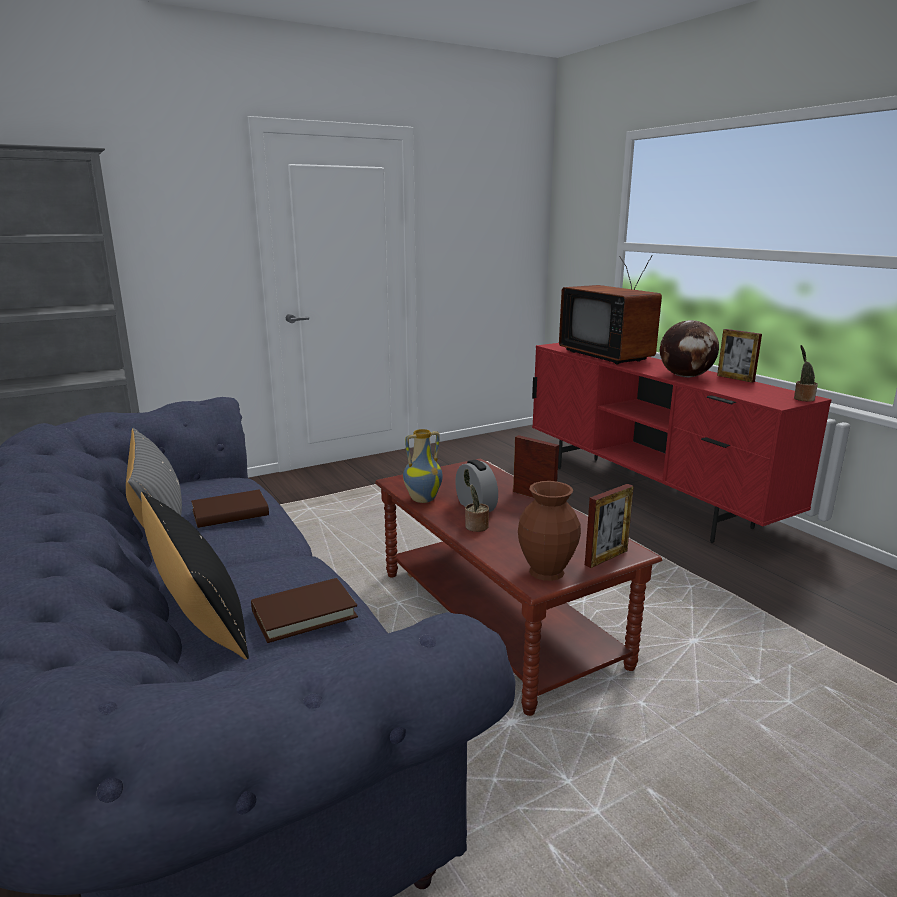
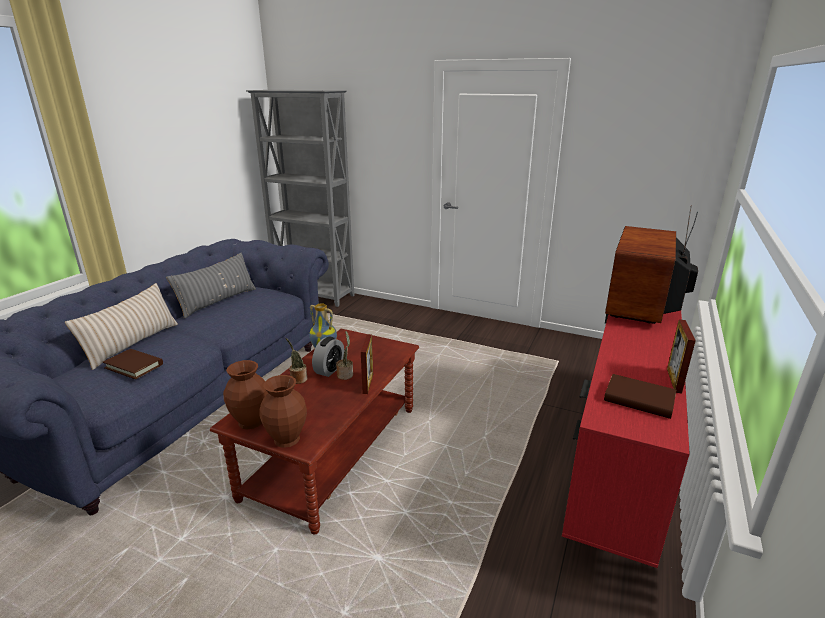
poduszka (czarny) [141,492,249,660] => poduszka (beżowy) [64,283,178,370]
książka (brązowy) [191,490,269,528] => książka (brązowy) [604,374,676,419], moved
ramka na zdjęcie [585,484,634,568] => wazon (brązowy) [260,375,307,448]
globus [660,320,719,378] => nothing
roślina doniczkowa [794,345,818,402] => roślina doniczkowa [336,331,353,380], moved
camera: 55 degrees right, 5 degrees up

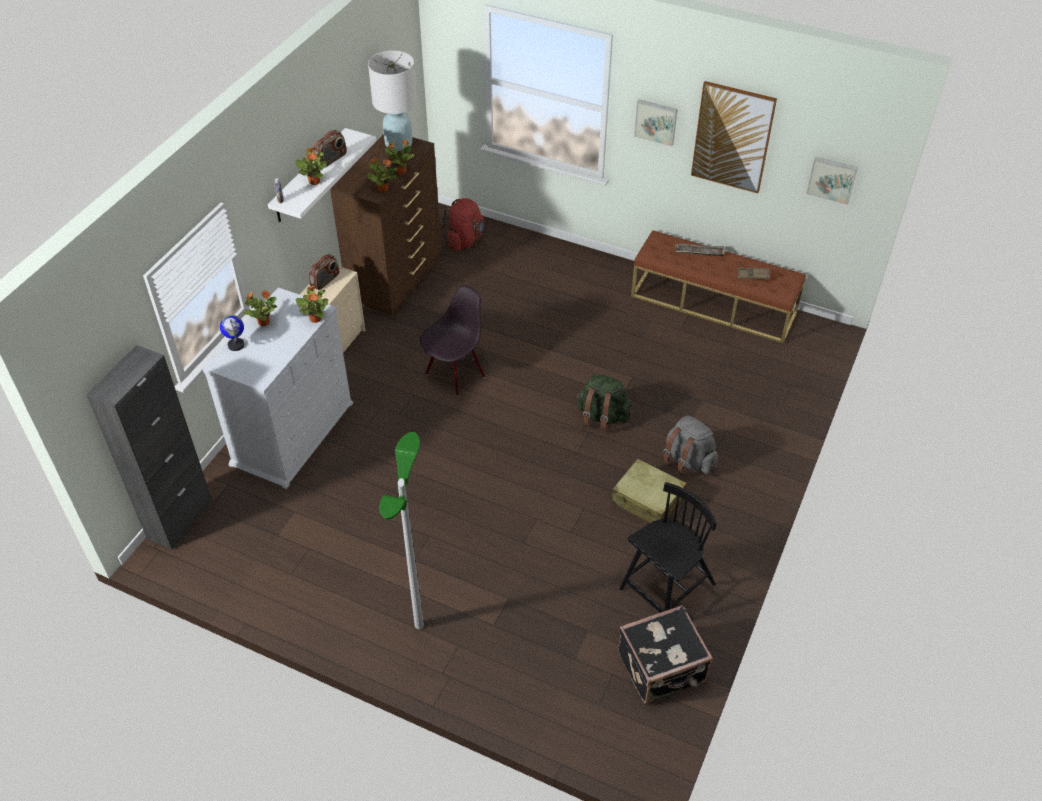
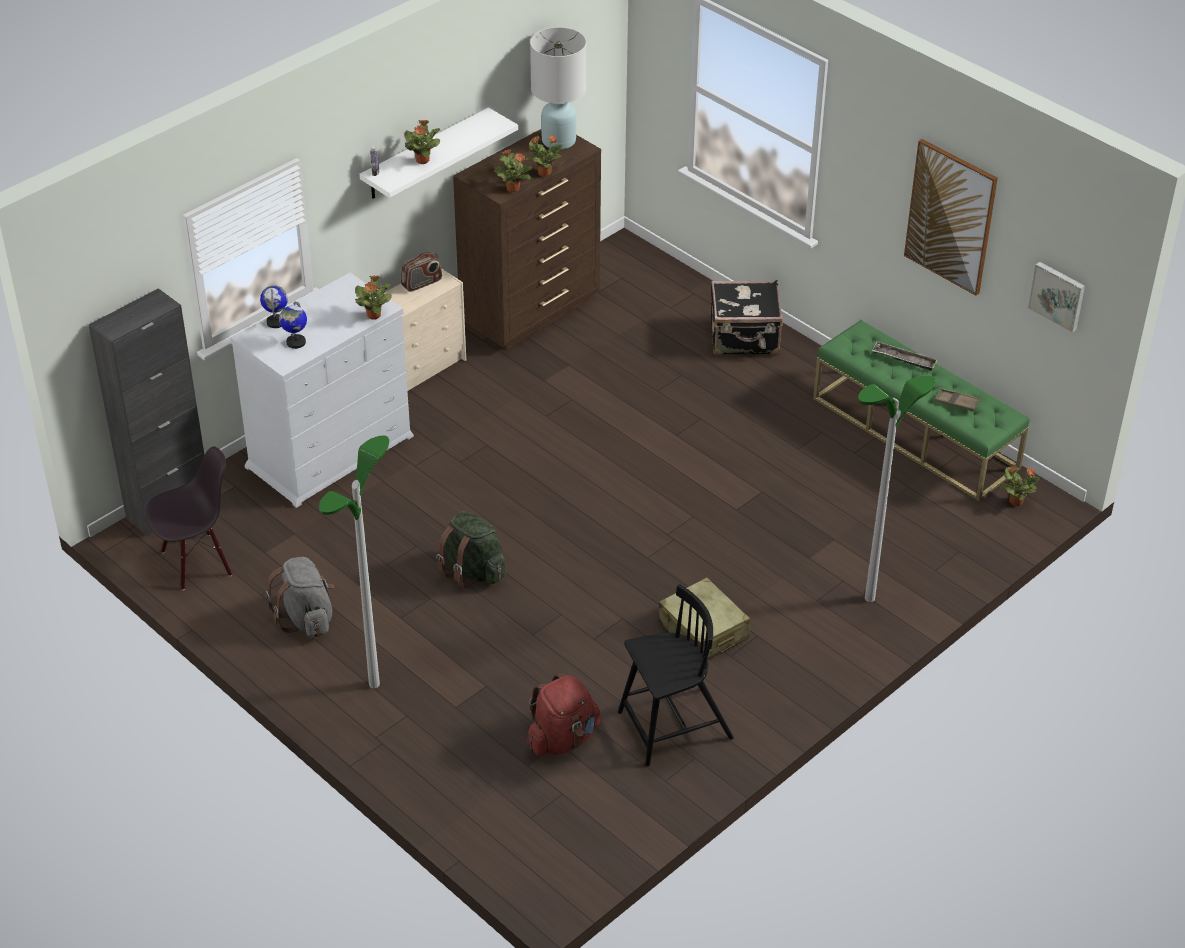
roślina doniczkowa [243,291,277,326] => roślina doniczkowa [999,465,1040,506], moved
radio [313,130,347,167] => nothing
krzesło (czarny) [420,285,486,396] => krzesło (czarny) [146,447,232,590], moved
plecak (czerwony) [441,198,484,251] => plecak (czerwony) [527,673,601,756], moved
plecak (zielony) [576,374,632,431] => plecak (zielony) [436,511,506,588], moved
walizka (czarny) [618,605,713,703] => walizka (czarny) [710,280,783,355], moved
ławka (brązowy) [631,231,806,343] => ławka (zielony) [813,320,1029,501]
obraz [634,99,678,146] => nothing
plecak (szary) [663,415,718,476] => plecak (szary) [266,557,334,638], moved
nothing => globus [279,301,307,349]
nothing => lampa stojąca [858,376,936,602]
camera: 20 degrees right, 5 degrees down

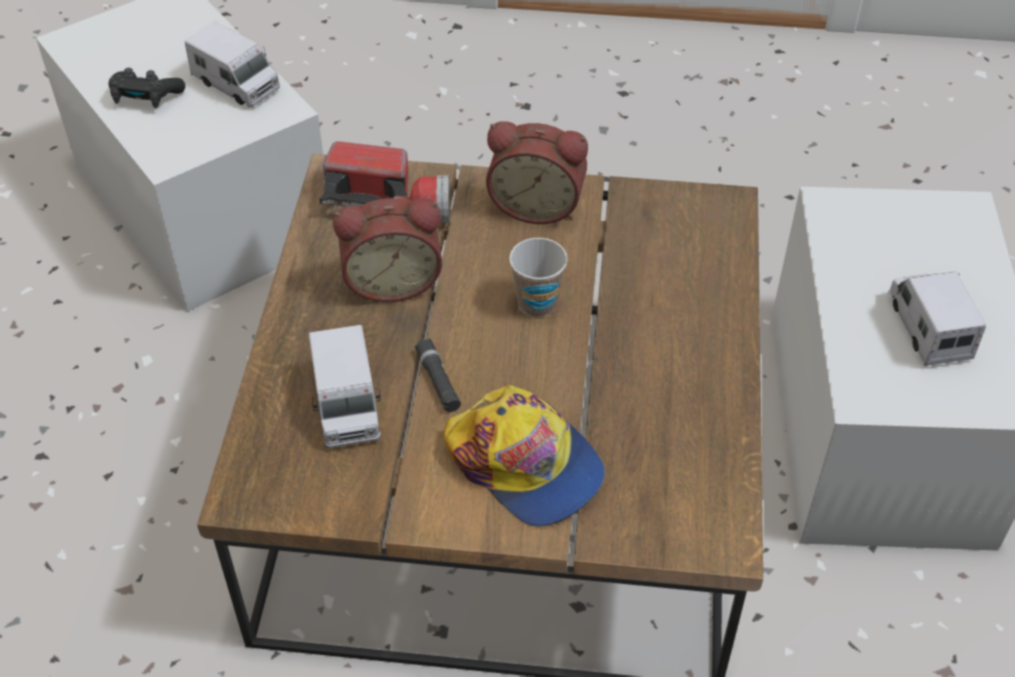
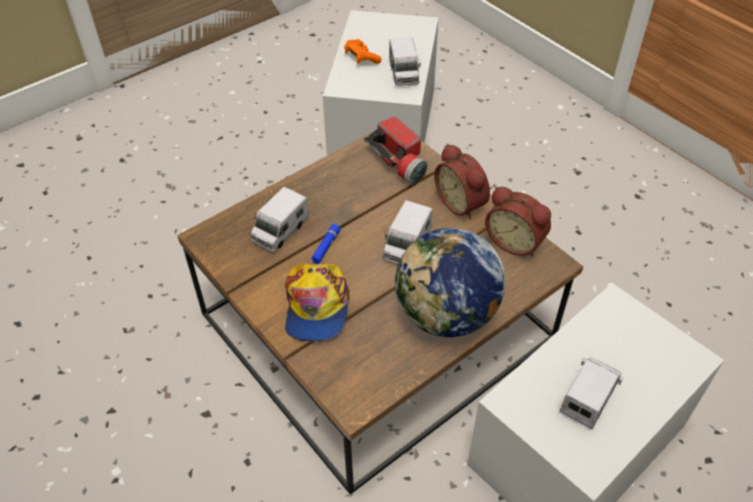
pad do gier (czarny) [109,68,185,109] => pad do gier (pomarańczowy) [344,39,381,64]
budzik [333,198,442,302] => budzik [485,187,551,257], moved
latarka (czarny) [415,338,461,412] => latarka (niebieski) [311,224,340,264]
filiżanka [509,238,568,317] => ciężarówka zabawkowa [383,200,433,264]
nothing => globus [395,228,505,337]
camera: 45 degrees right, 0 degrees up

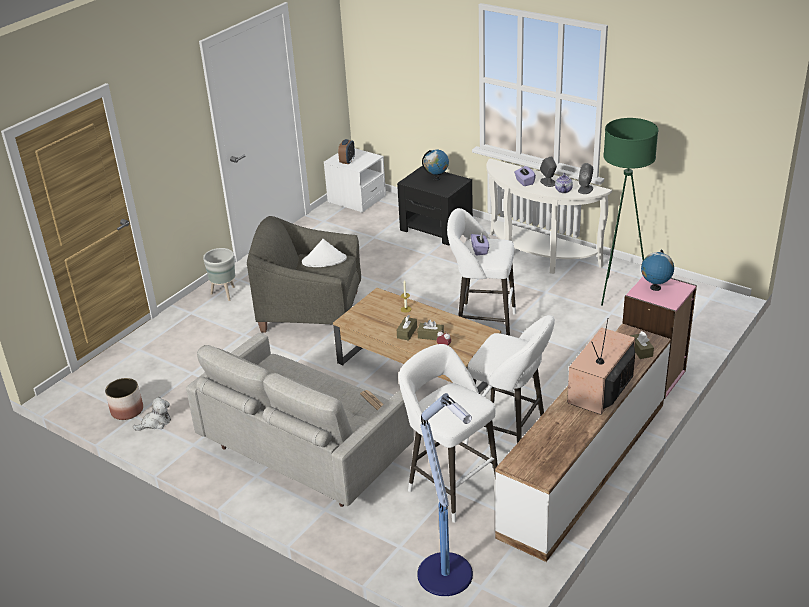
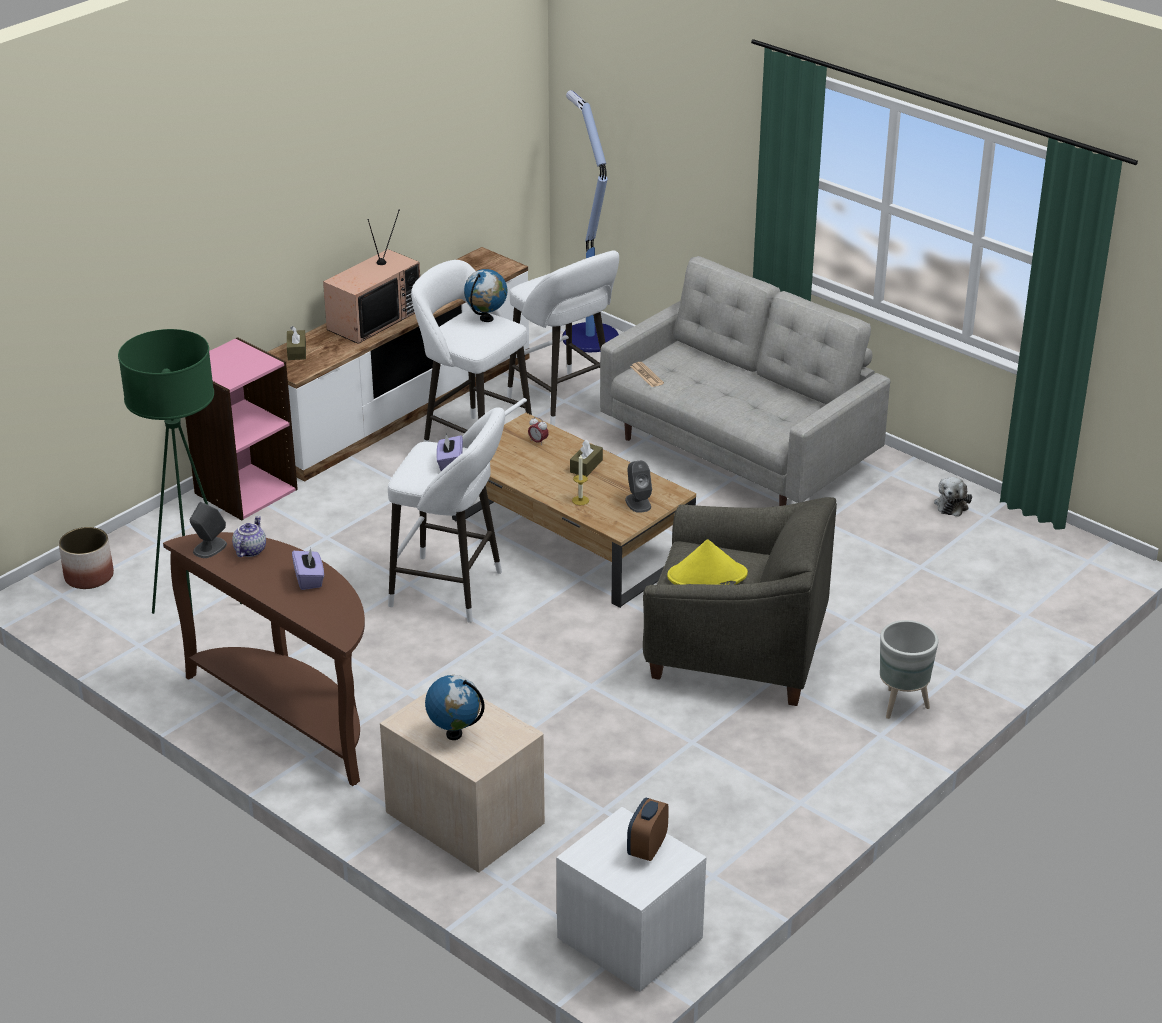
donica [105,378,143,420] => donica [59,527,114,589], moved
pluszak [133,397,171,431] => pluszak [934,477,972,517], 45 degrees counterclockwise
kapelusz (biały) [302,239,347,267] => kapelusz (żółty) [667,539,748,585]
szafka nocna (czarny) [397,166,473,245] => szafka nocna (beżowy) [380,692,545,873]
pudełko chusteczek (brązowy) [418,320,444,340] => nothing
stolik konsolowy (biały) [486,159,612,274] => stolik konsolowy (brązowy) [163,532,365,786]
głośnik (szary) [540,157,557,187] => głośnik (szary) [625,461,652,513], moved
globus [641,249,674,291] => globus [464,269,507,322], moved
camera: 175 degrees left, 0 degrees up

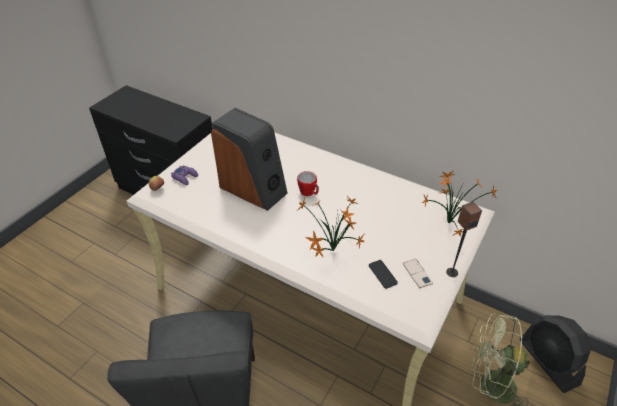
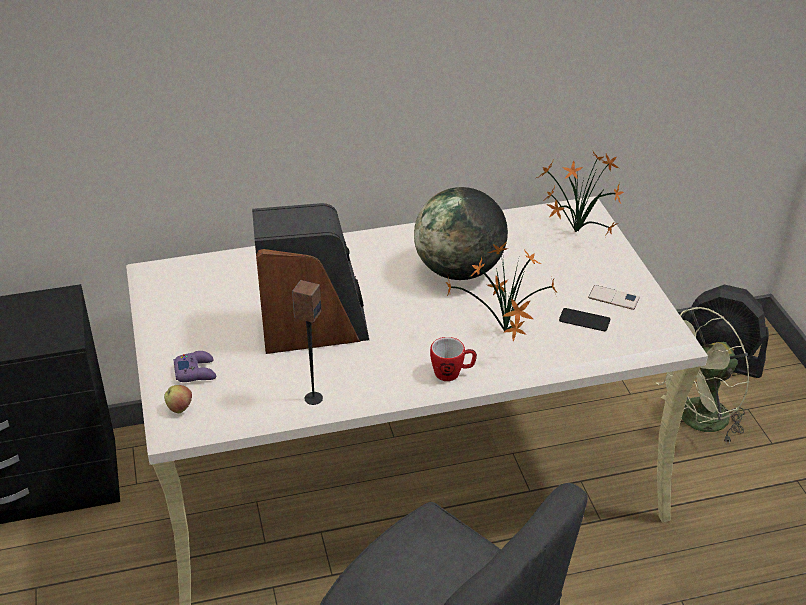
kubek [297,171,319,196] => kubek [430,337,477,381], moved
głośnik [446,202,482,277] => głośnik [292,280,323,405], moved
nothing => globus [414,187,508,280]
camera: 45 degrees left, 5 degrees down

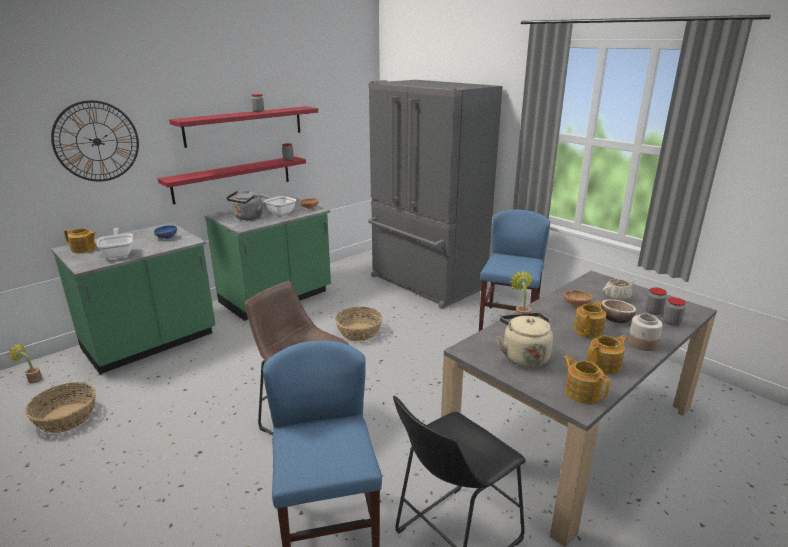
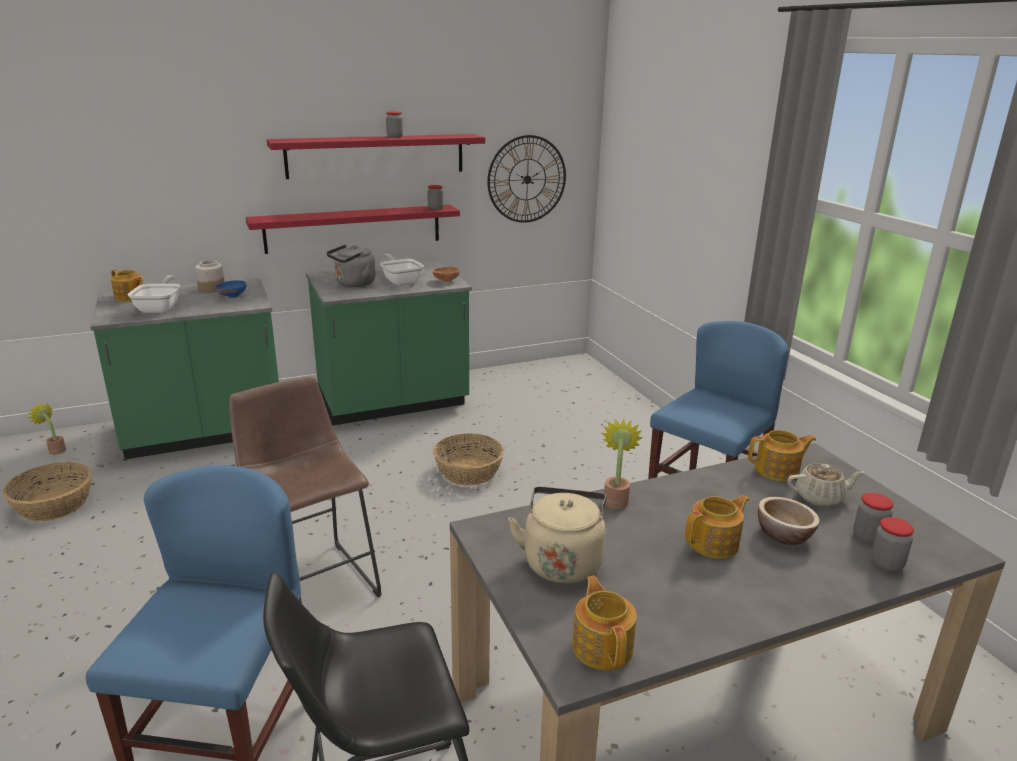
zegar ścienny [51,100,139,181] => zegar ścienny [487,135,566,223], moved
lodówka (szary) [368,80,503,309] => nothing
miska (brązowy) [564,290,592,308] => nothing
imbryk [587,335,627,375] => imbryk [748,430,816,481], moved
słoik [628,313,663,351] => słoik [195,260,225,293], moved
camera: 20 degrees right, 0 degrees up

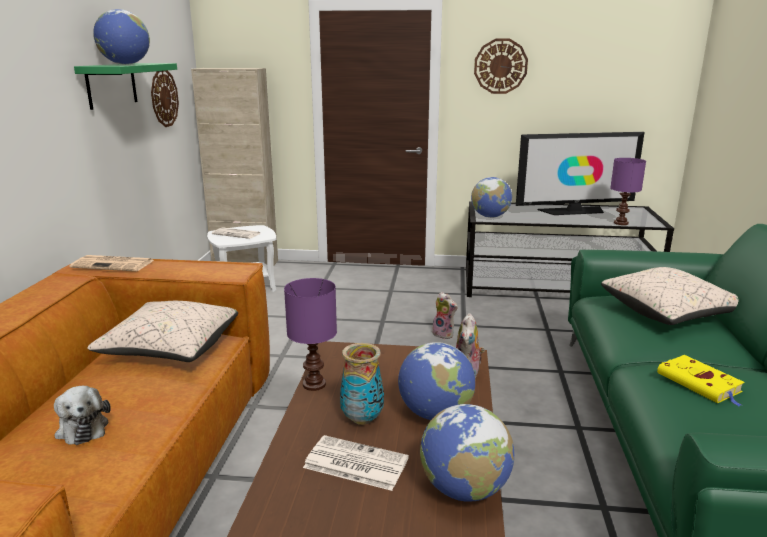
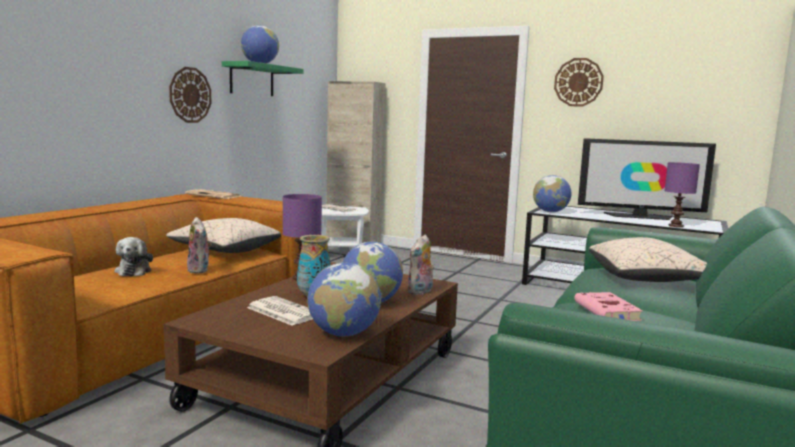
zegar ścienny [151,70,179,127] => zegar ścienny [169,67,212,123], moved
pluszak [432,292,458,339] => pluszak [187,217,212,273], moved
książka (żółty) [657,355,745,407] => książka (różowy) [575,292,643,321]
camera: 20 degrees right, 10 degrees down

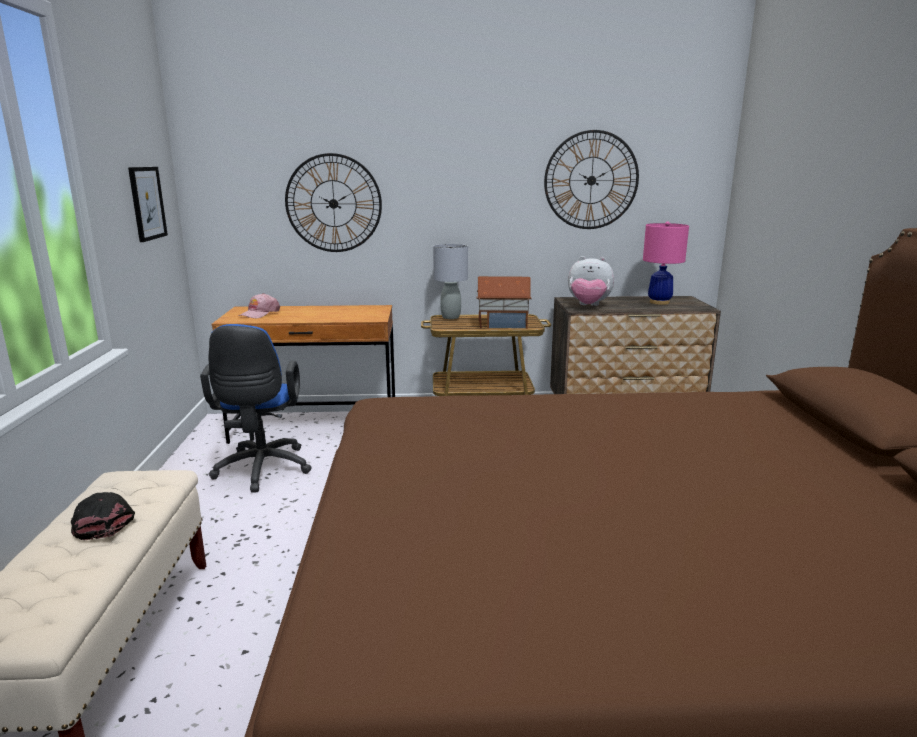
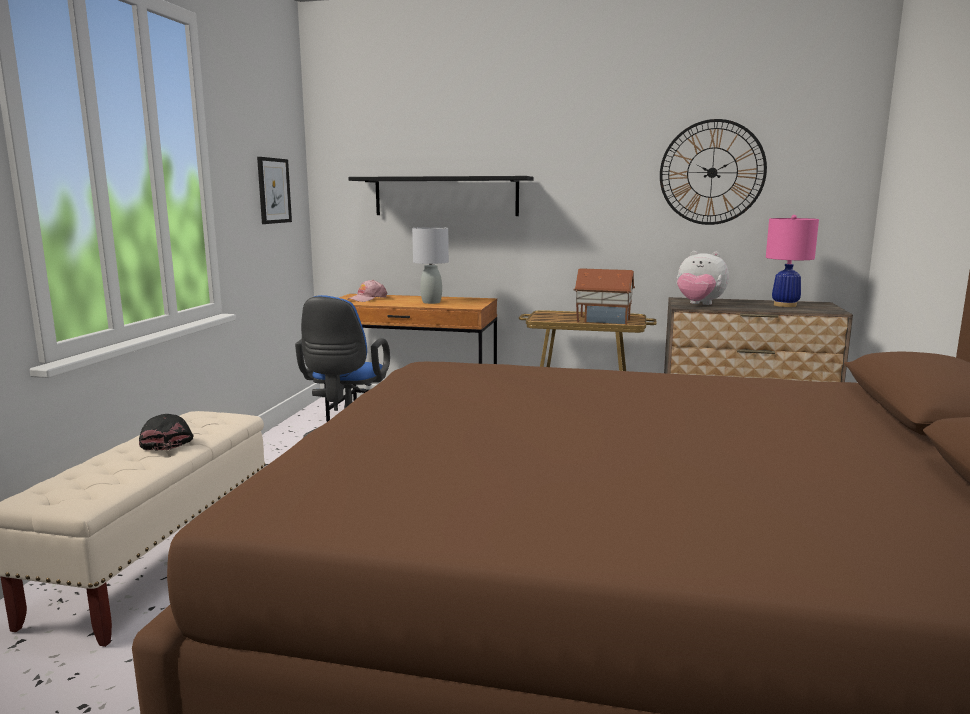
zegar ścienny [285,153,382,252] => półka (czarny) [349,176,534,216]
lampa stołowa (szary) [433,244,468,319] => lampa stołowa (szary) [412,227,449,304], moved
camera: 15 degrees right, 5 degrees down

